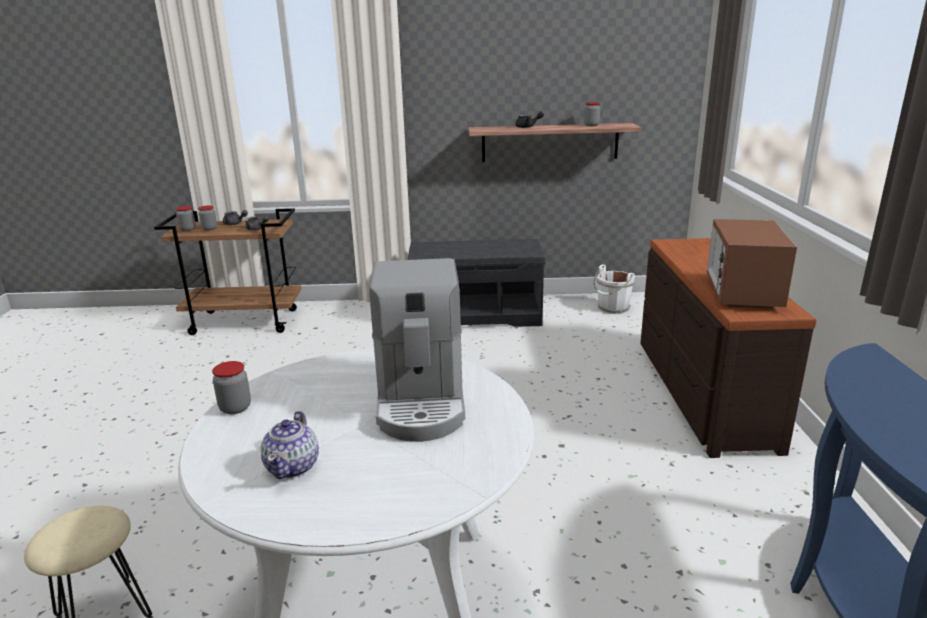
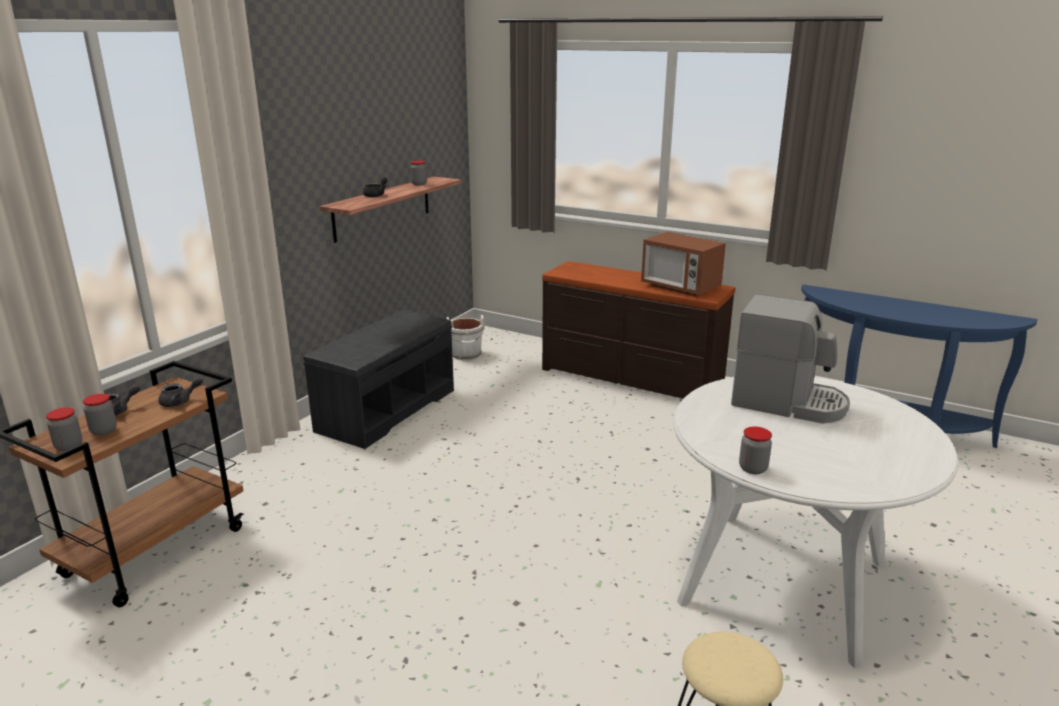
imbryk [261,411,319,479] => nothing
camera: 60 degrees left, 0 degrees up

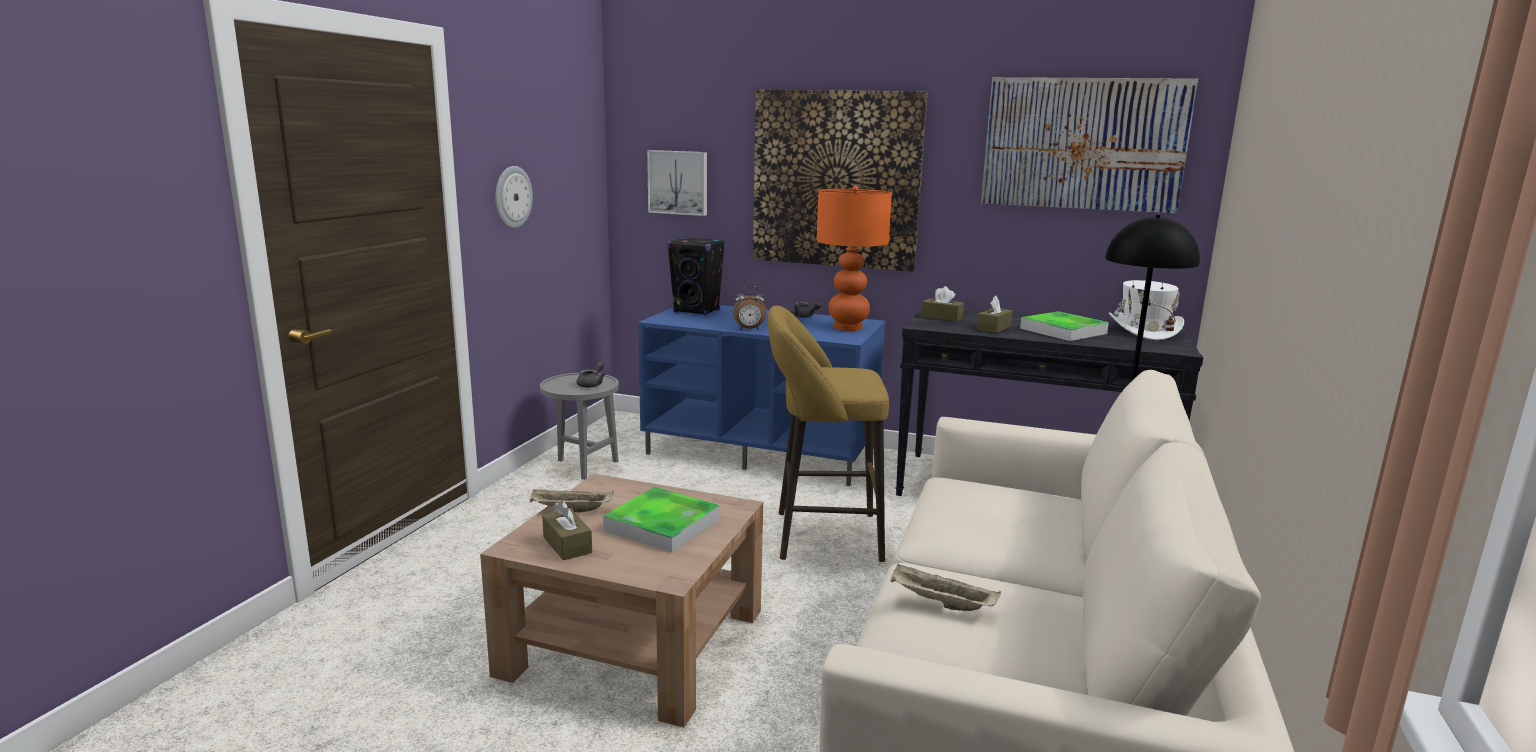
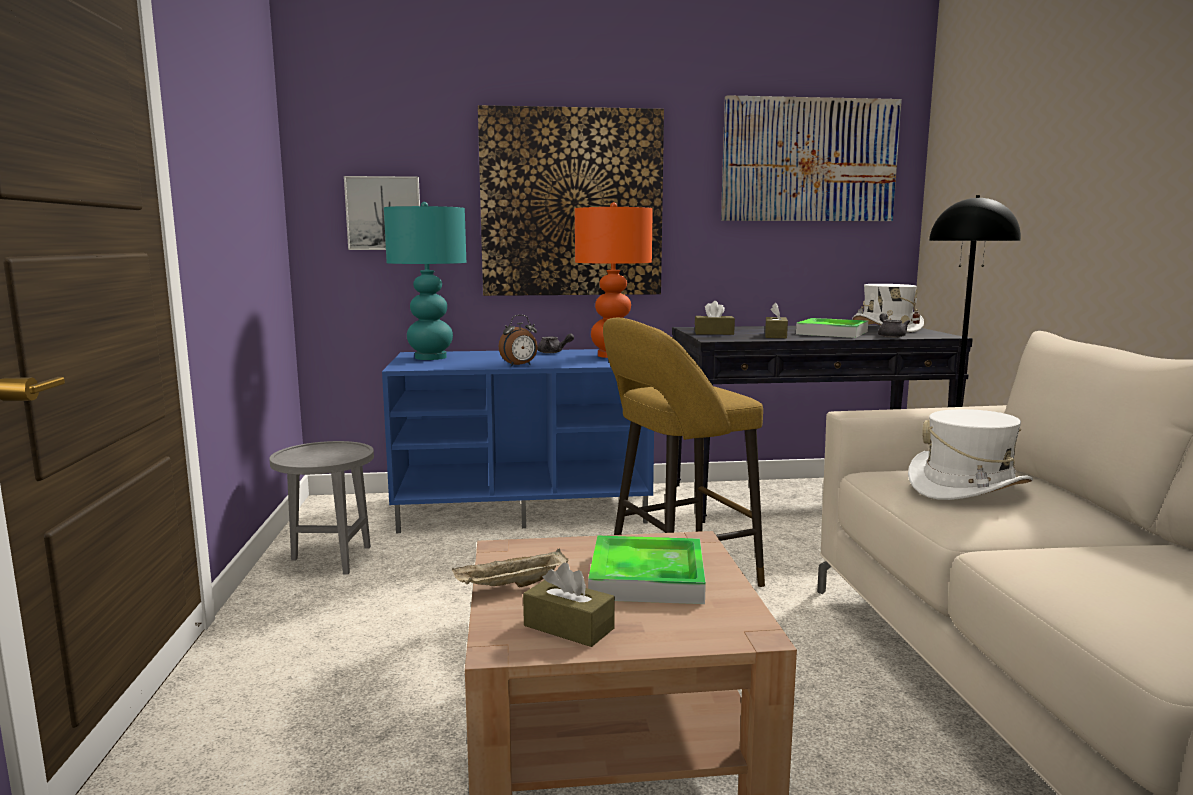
zegar ścienny [495,166,533,228] => nothing
imbryk (szary) [577,362,606,388] => imbryk (szary) [878,313,910,338], moved
głośnik (czarny) [667,237,725,315] => lampa stołowa (turkusowy) [384,202,466,360]
taca (beżowy) [890,563,1001,611] => nothing
nothing => kapelusz (biały) [908,409,1033,500]
camera: 25 degrees left, 5 degrees down

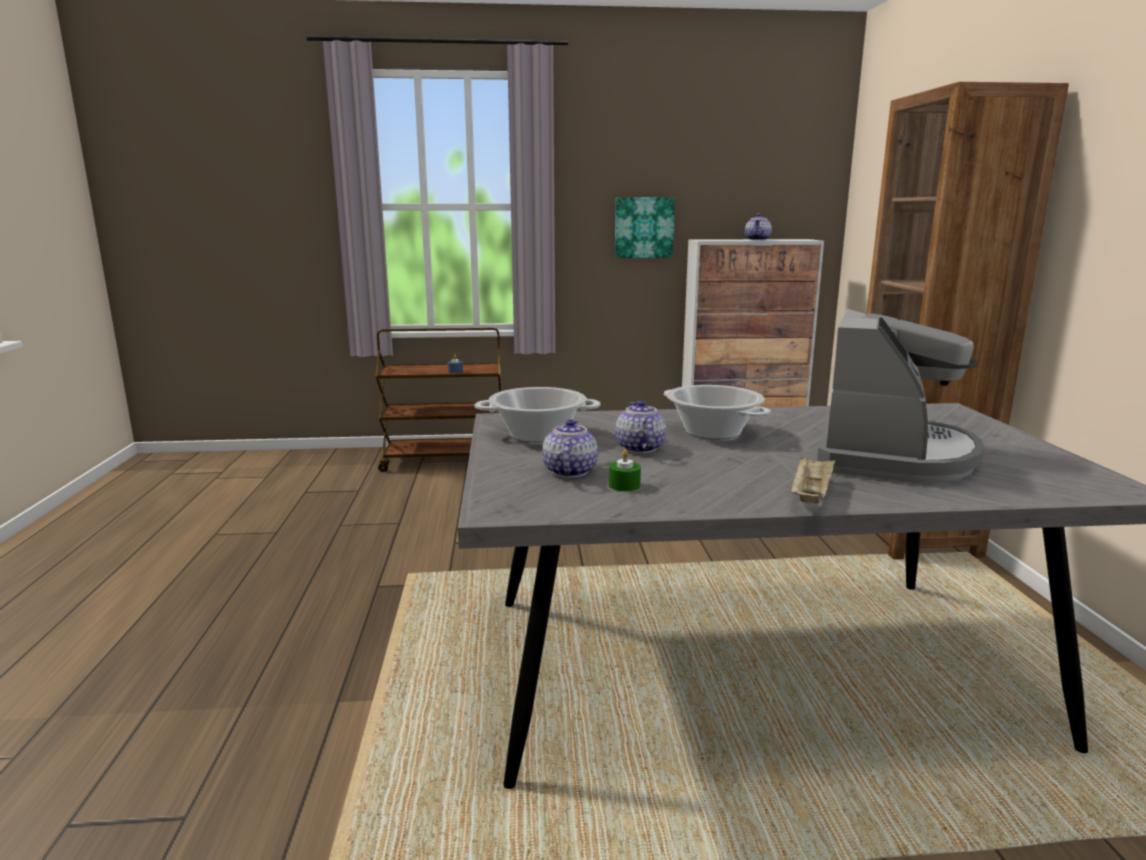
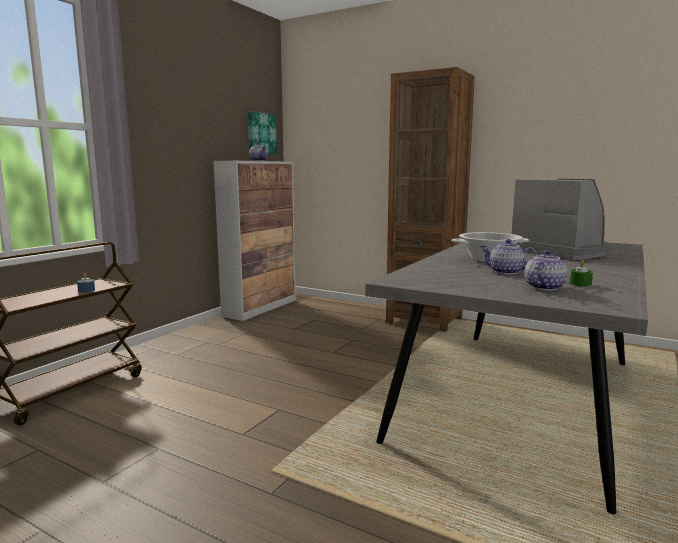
garnek [474,387,600,442] => nothing
imbryk [542,419,598,478] => imbryk [525,250,567,290], 90 degrees clockwise
obraz [615,197,675,258] => obraz [248,111,277,155], moved
taca (beżowy) [790,455,835,504] => nothing
camera: 55 degrees left, 5 degrees down

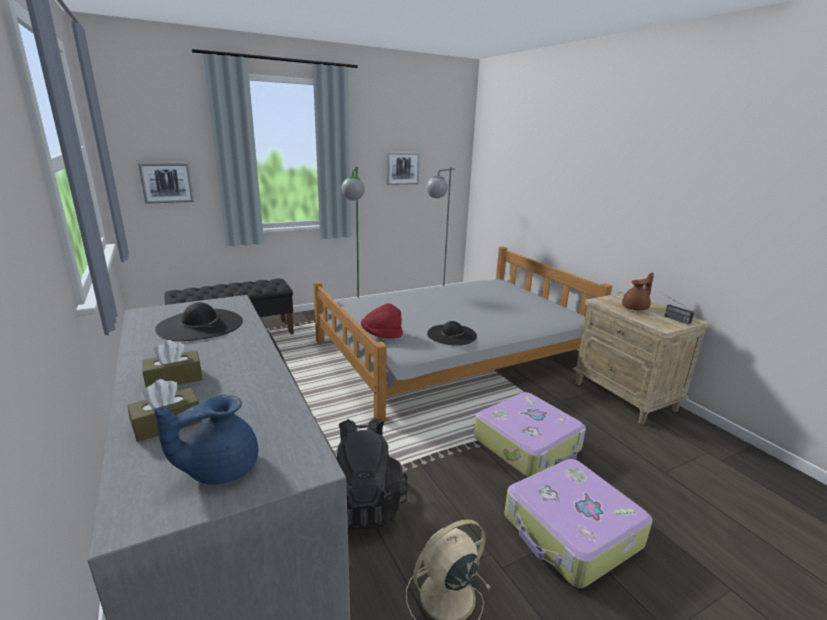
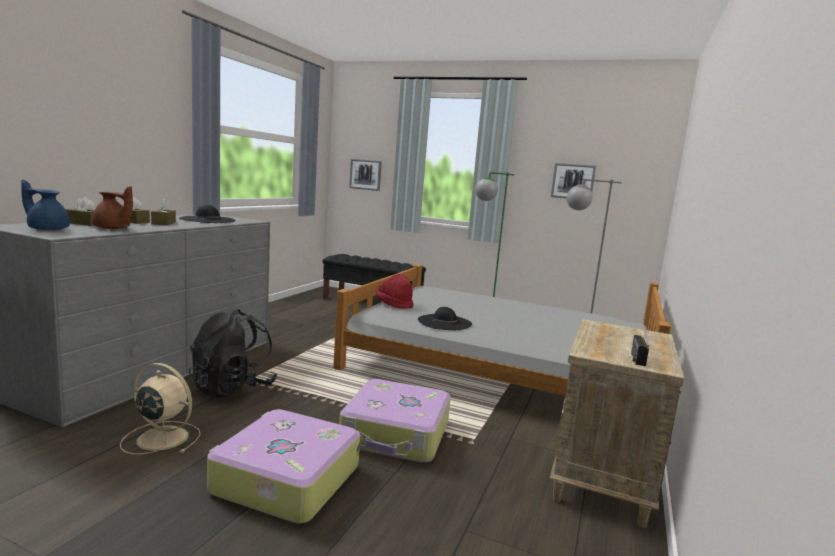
imbryk (brązowy) [622,273,654,311] => imbryk (brązowy) [92,186,133,229], moved
nothing => pudełko chusteczek (brązowy) [151,199,176,225]
camera: 50 degrees right, 10 degrees down

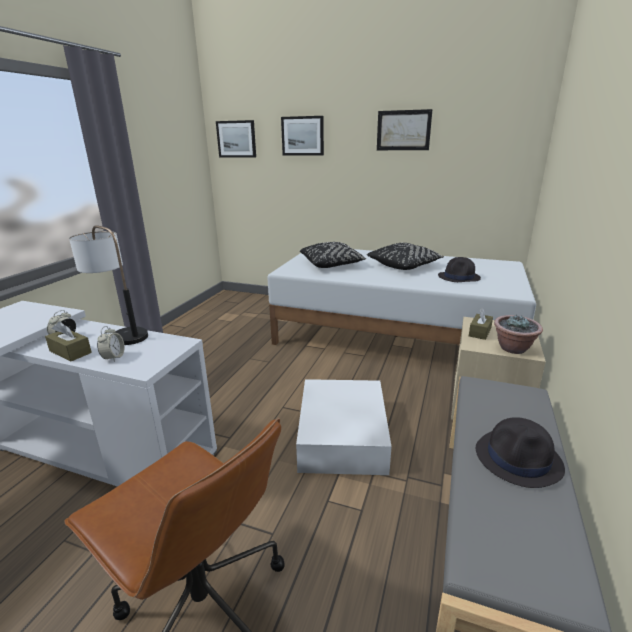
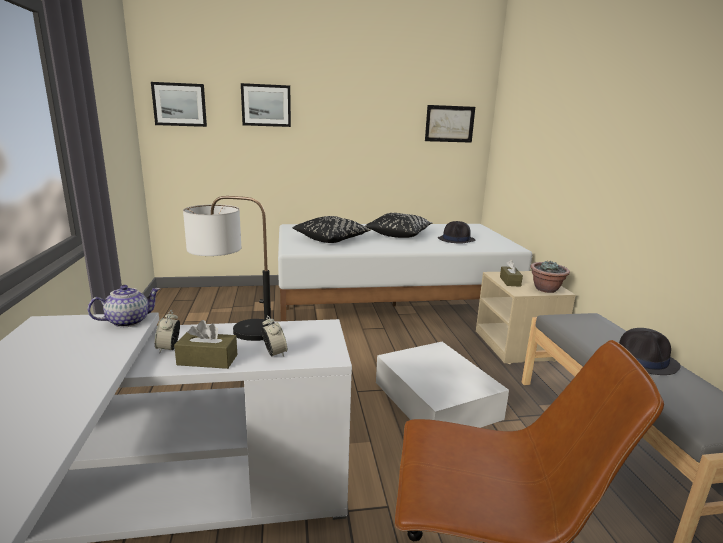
obraz [377,109,432,150] => obraz [425,105,475,143], moved
nothing => imbryk [88,285,160,327]
camera: 30 degrees left, 5 degrees down

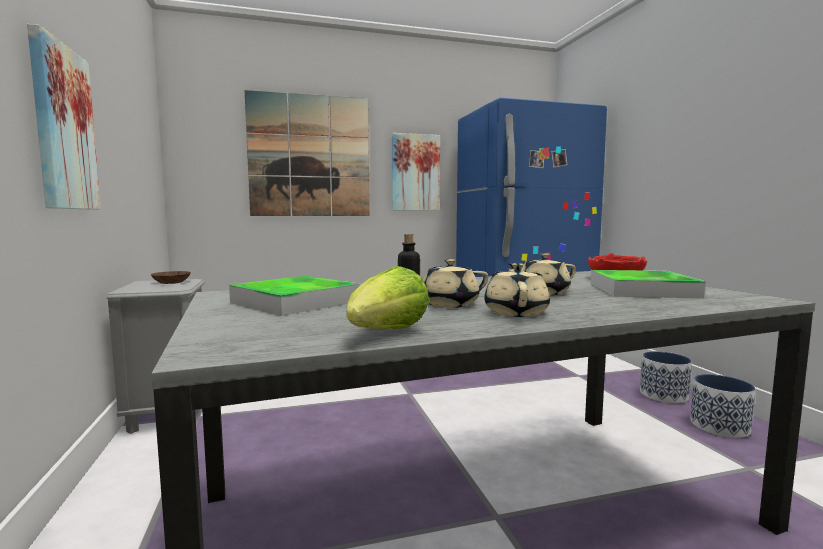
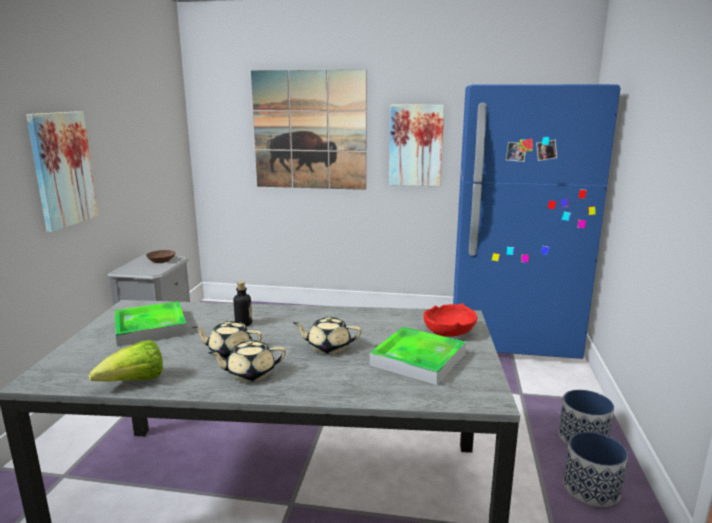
imbryk (beżowy) [484,263,550,317] => imbryk (beżowy) [208,340,286,382], 135 degrees counterclockwise
camera: 25 degrees right, 10 degrees up

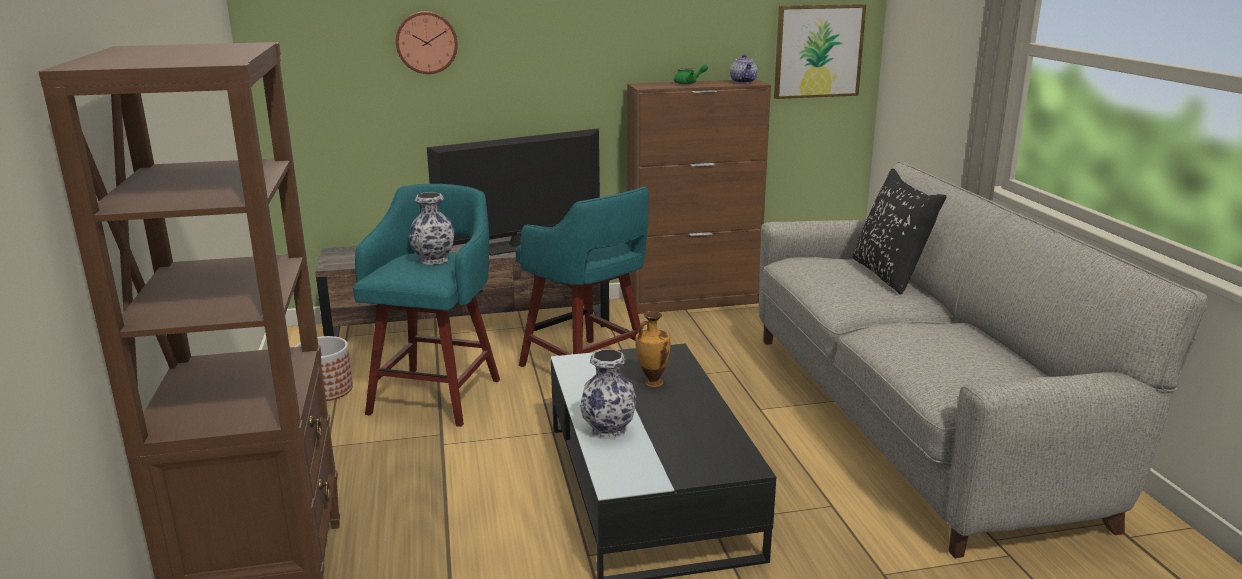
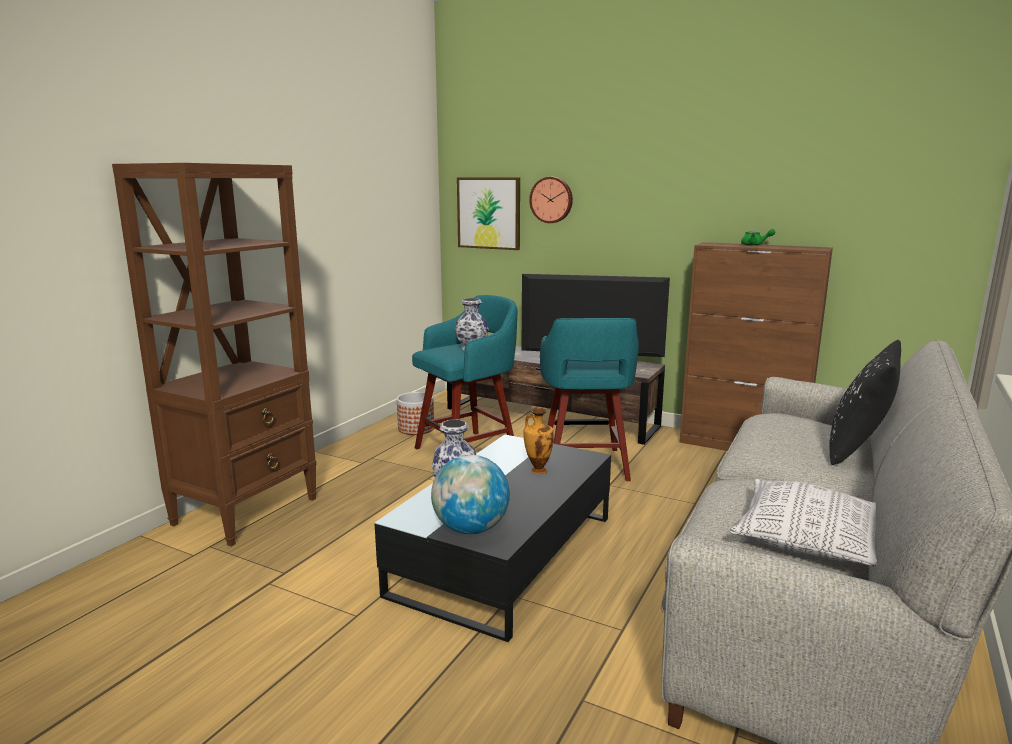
imbryk [730,54,758,83] => nothing
obraz [774,4,866,99] => obraz [457,177,520,250], moved
nothing => globus [431,455,510,535]
nothing => poduszka [730,479,877,567]
camera: 40 degrees right, 5 degrees down

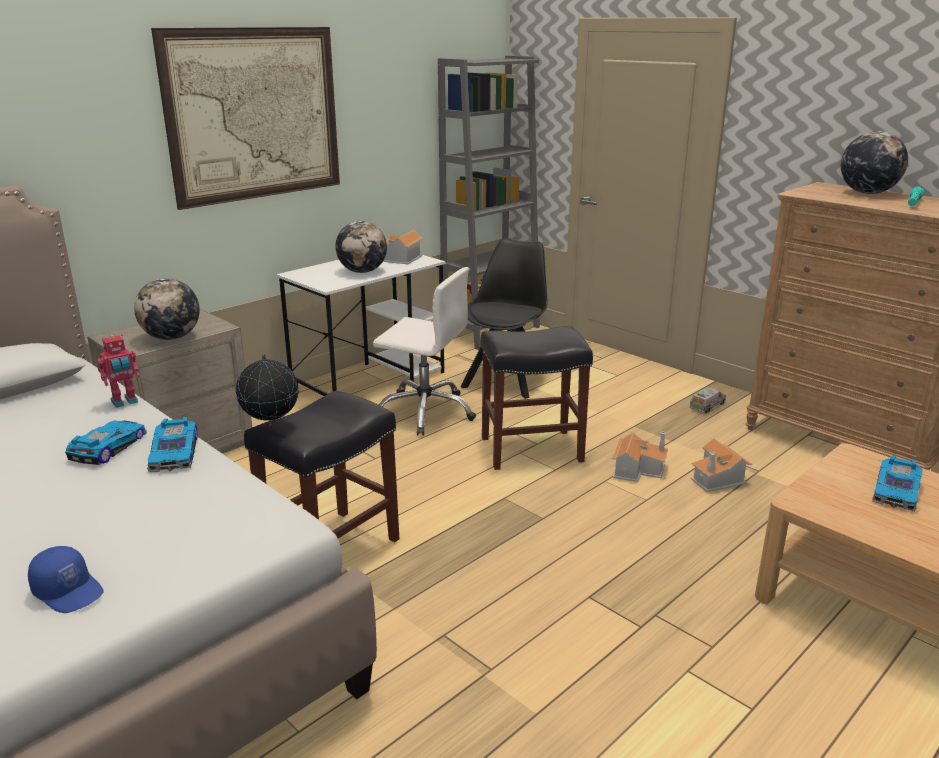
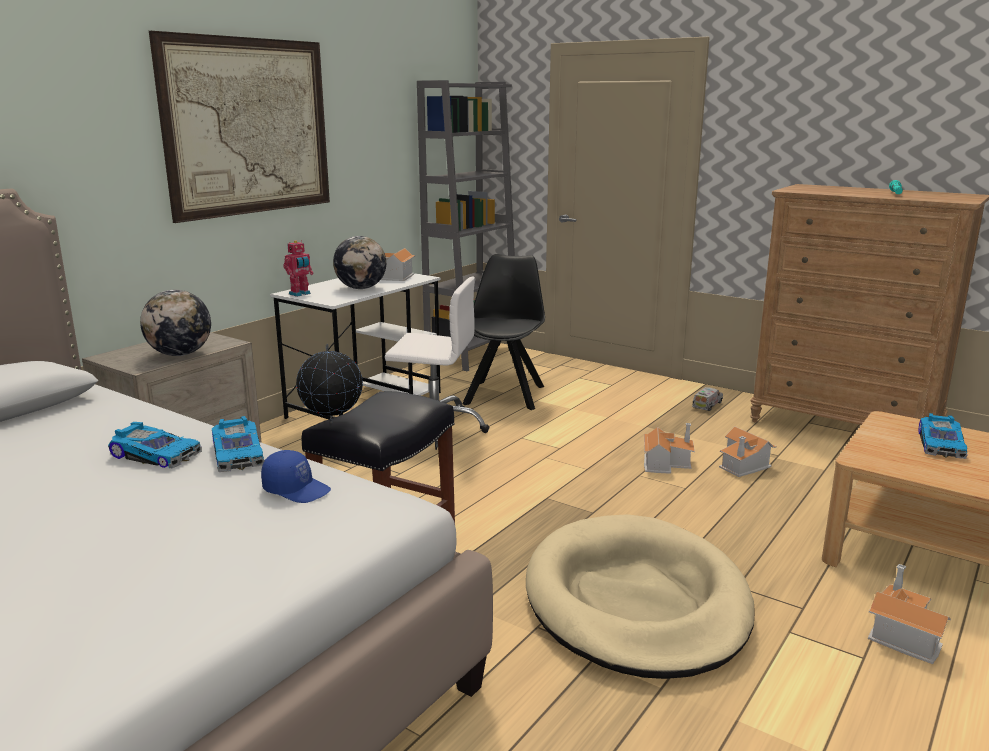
czapka z daszkiem (niebieski) [28,546,104,613] => czapka z daszkiem (niebieski) [261,450,331,503], moved
samochodzik [65,420,147,465] => samochodzik [108,422,202,469], 105 degrees clockwise
robot zabawkowy [97,334,140,408] => robot zabawkowy [283,240,313,297], moved
stołek (czarny) [481,326,593,470] => nothing
globus [841,131,908,194] => nothing
nothing => legowisko (beżowy) [526,514,755,679]
nothing => domek [868,564,951,664]
camera: 10 degrees left, 5 degrees down

